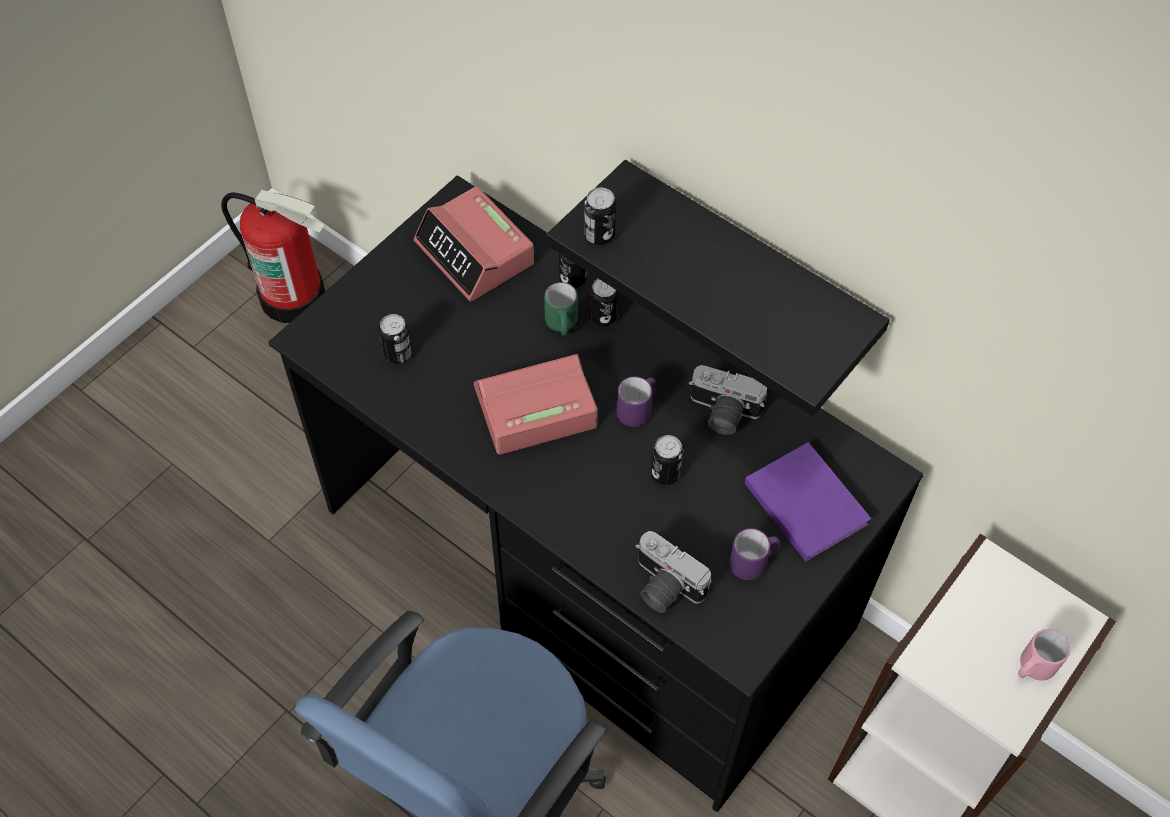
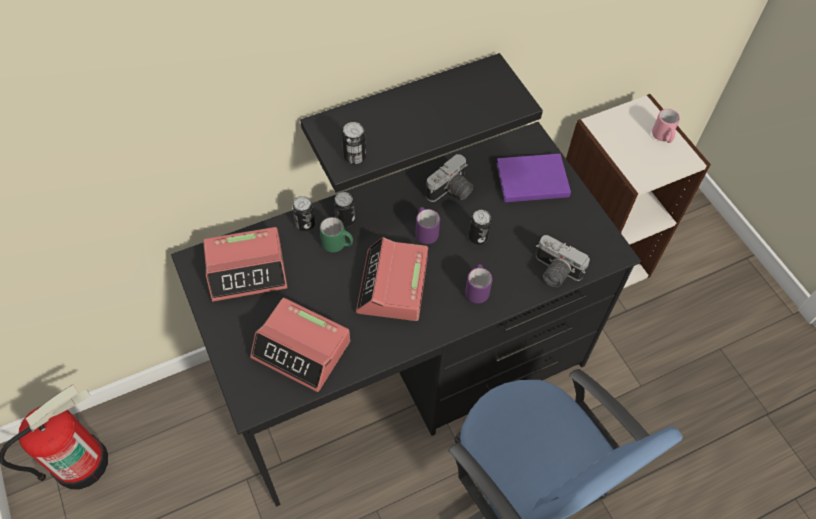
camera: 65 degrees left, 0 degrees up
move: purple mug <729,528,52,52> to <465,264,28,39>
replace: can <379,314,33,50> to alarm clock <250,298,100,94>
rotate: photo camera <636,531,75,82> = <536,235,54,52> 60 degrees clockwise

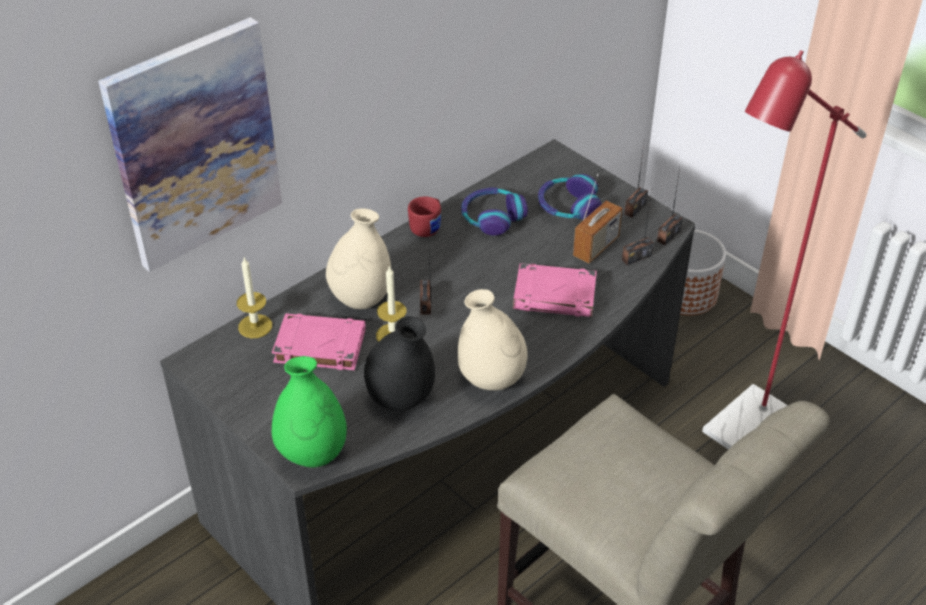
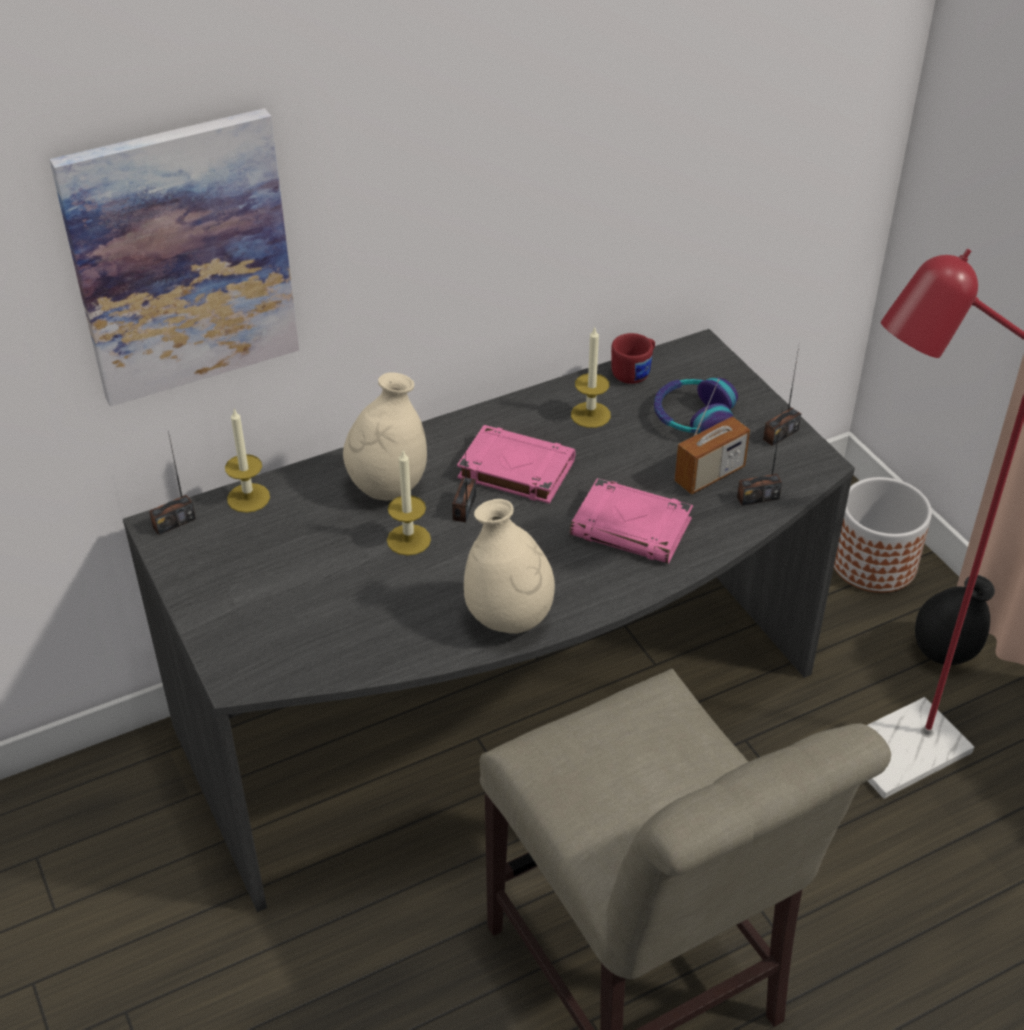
camera: 15 degrees right, 0 degrees up
delete: green vase <272,356,75,112>
move: radio <657,168,26,77> to <149,431,47,104>; pink book <272,313,94,57> to <457,425,119,79>; red mug <408,196,33,41> to <611,333,44,51>; black vase <364,316,71,95> to <915,575,80,90>
replace: headphones <461,187,67,49> to candle <571,328,40,100>

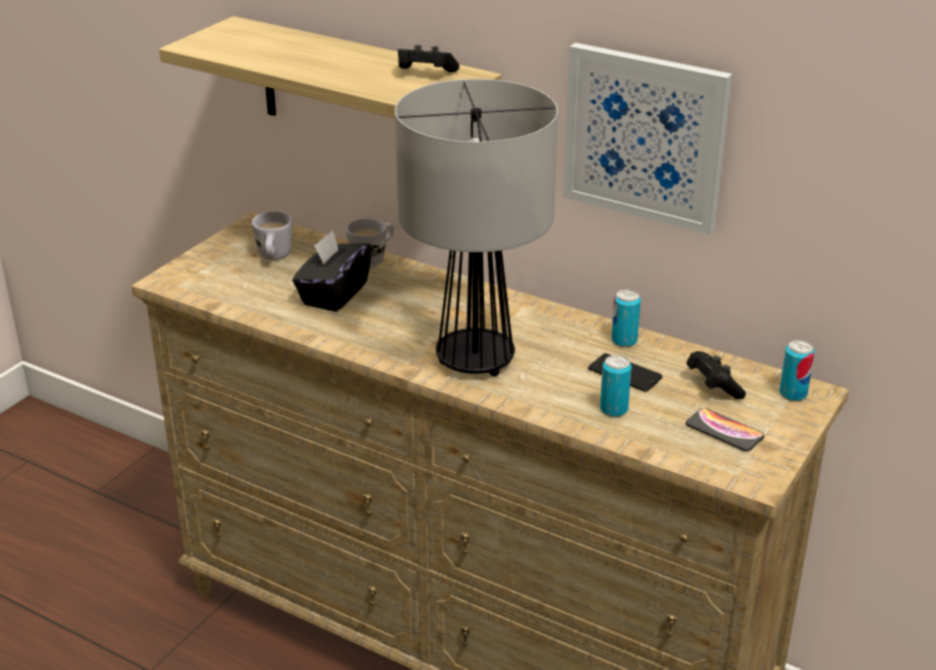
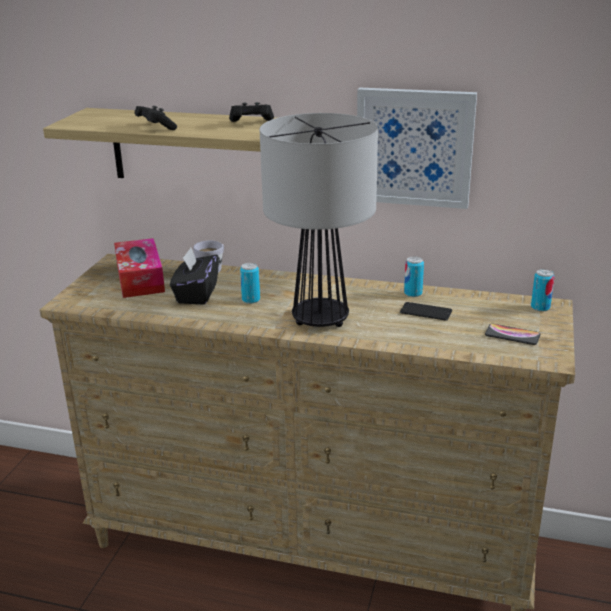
camera: 15 degrees left, 5 degrees down
move: black game controller <687,351,59,48> to <135,106,42,24>; can <600,355,32,62> to <240,263,20,41>
replace: white mug <252,211,41,49> to tissue box <114,238,51,60>

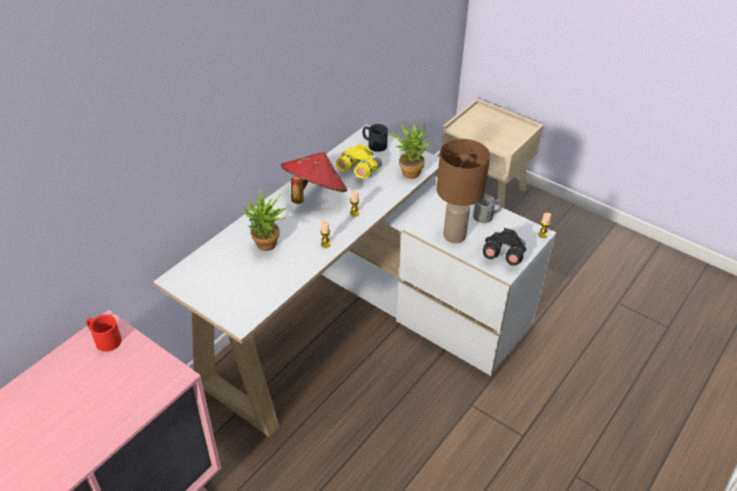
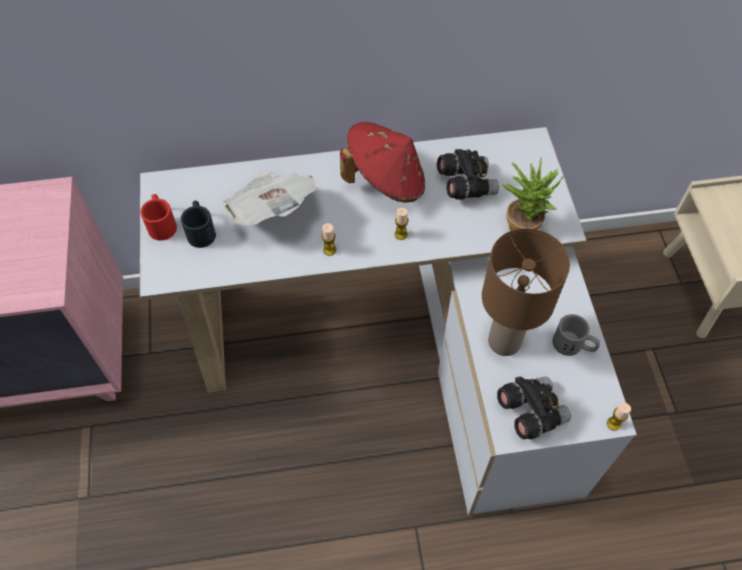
camera: 45 degrees right, 15 degrees up
move: red mug <86,315,36,37> to <140,194,37,47>; black mug <362,124,26,28> to <181,201,35,47>
replace: potted plant <242,189,44,62> to newspaper <223,171,95,55>
recolor: yellow binoculars <336,143,46,36> to black binoculars <437,149,62,51>

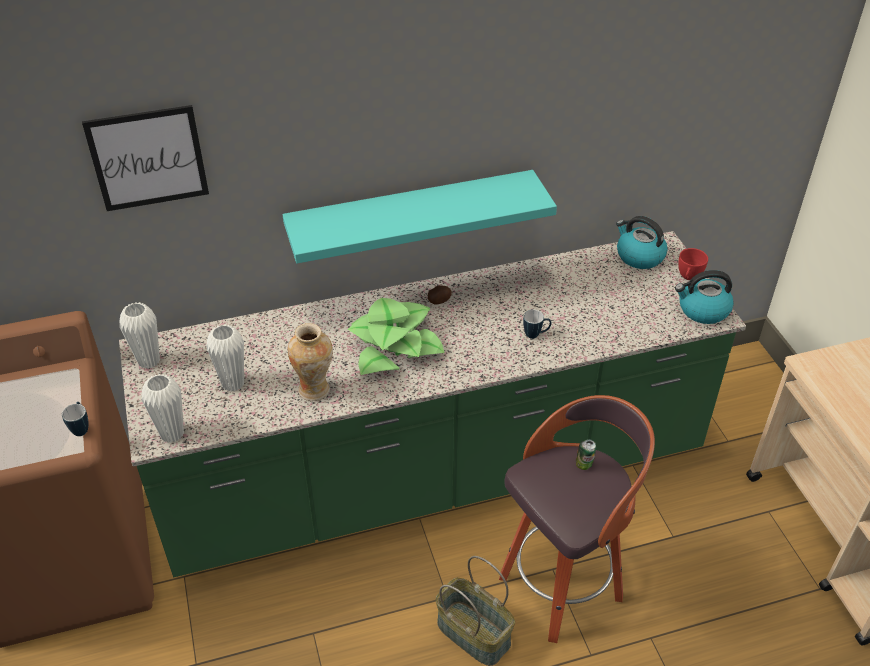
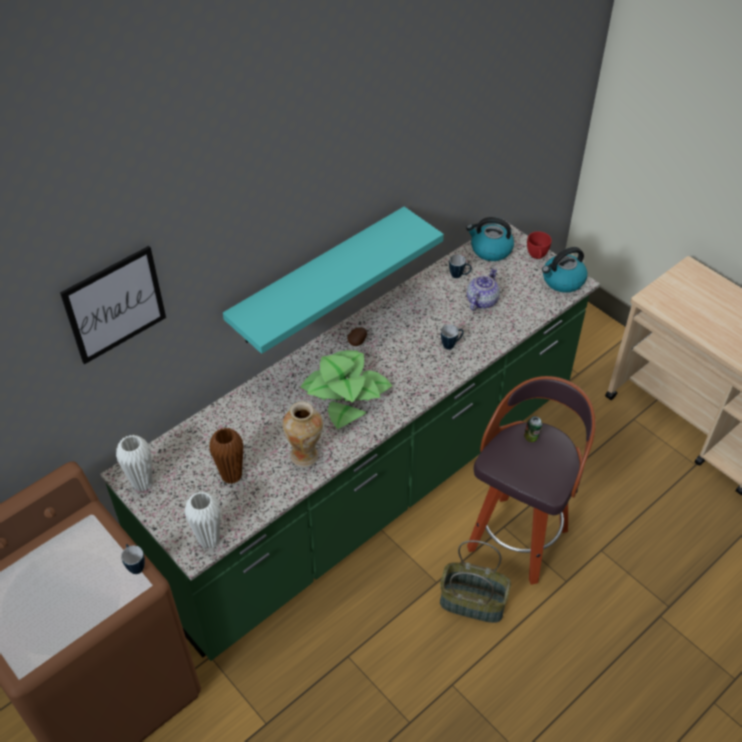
camera: 25 degrees left, 5 degrees up
insert: mug <449,255,23,23>; teapot <467,268,33,43>
recolor: white vase <206,324,38,68> to brown vase <209,428,35,56>

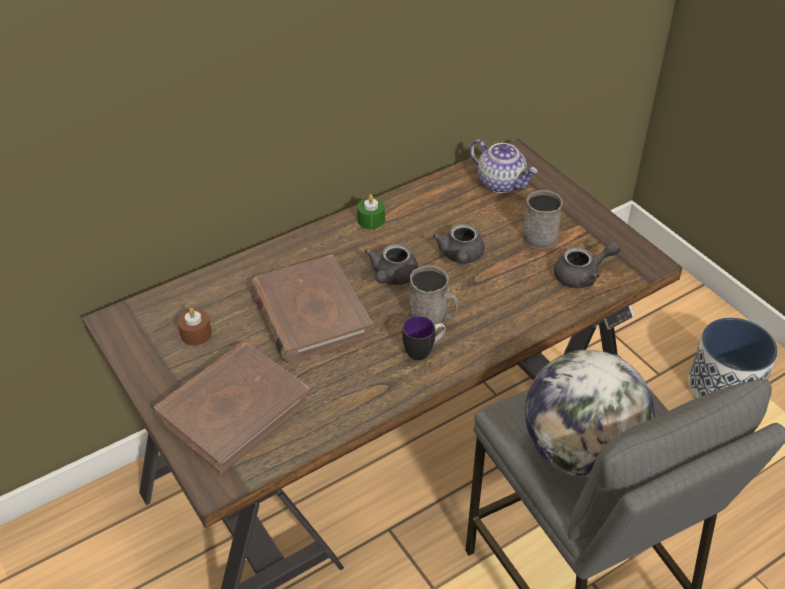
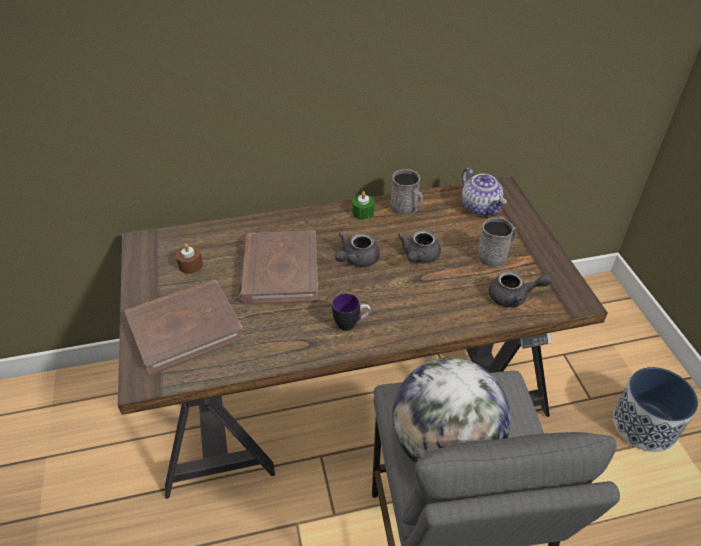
camera: 20 degrees right, 0 degrees up
move: grey mug <409,265,49,60> to <391,169,32,47>

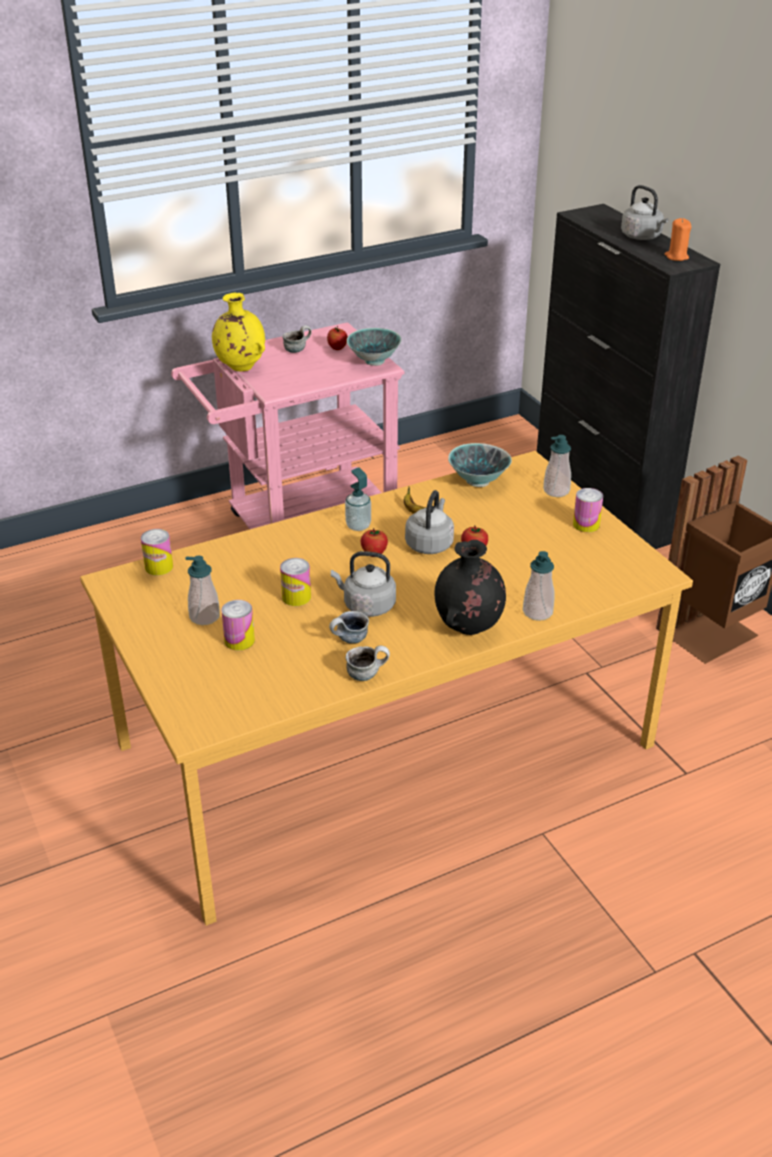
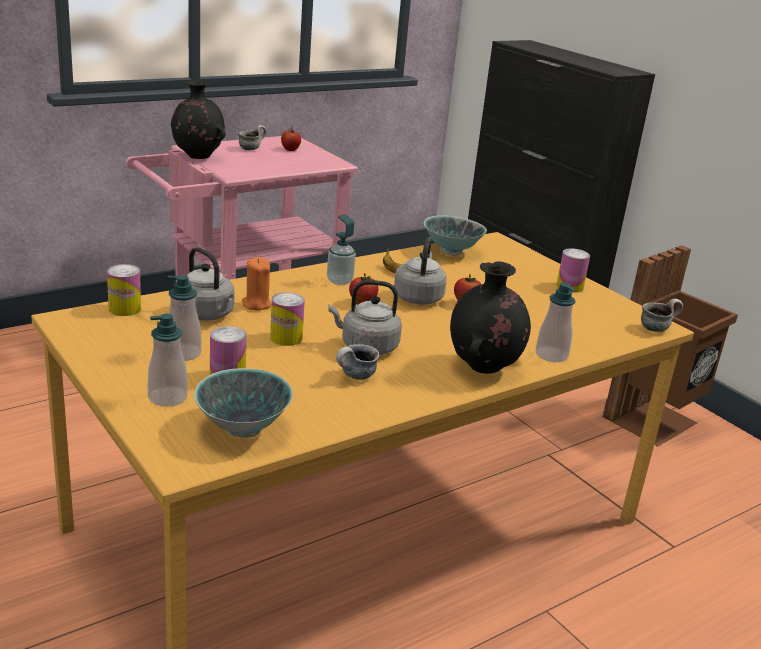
camera: 10 degrees left, 10 degrees down
move: soap dispenser <543,435,28,62> to <148,314,40,93>; grey kettle <621,185,48,55> to <187,247,47,74>; bowl <347,328,54,38> to <194,368,99,70>; orange candle <664,218,27,43> to <242,257,29,54>; mug <346,646,44,35> to <641,299,42,33>
recolor: yellow vase <212,293,53,78> to black vase <171,80,54,79>

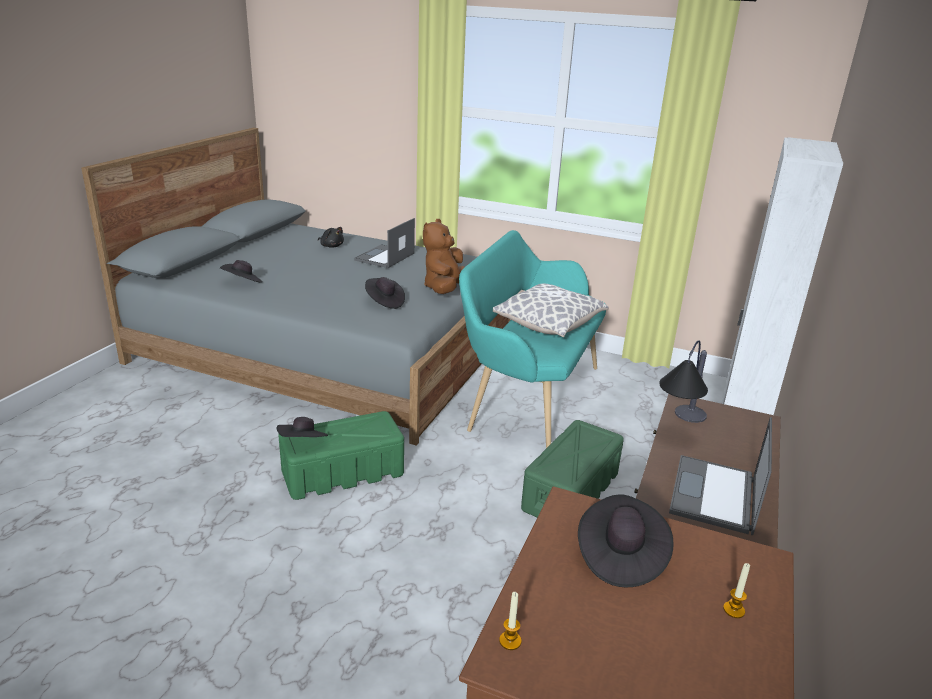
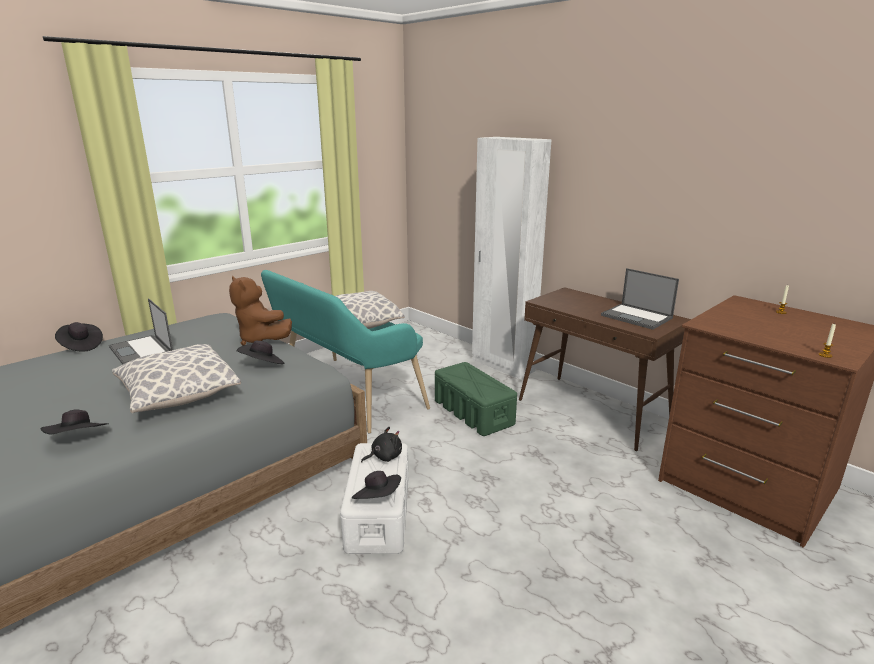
camera: 65 degrees left, 5 degrees down
delete: table lamp <659,340,49,83>
insert: pillow <112,344,129,69>
move: black hat <578,494,95,93> to <55,322,48,29>; black plush toy <318,227,26,21> to <361,427,41,36>
recolor: green storage box <278,411,126,89> to white storage box <340,443,69,111>

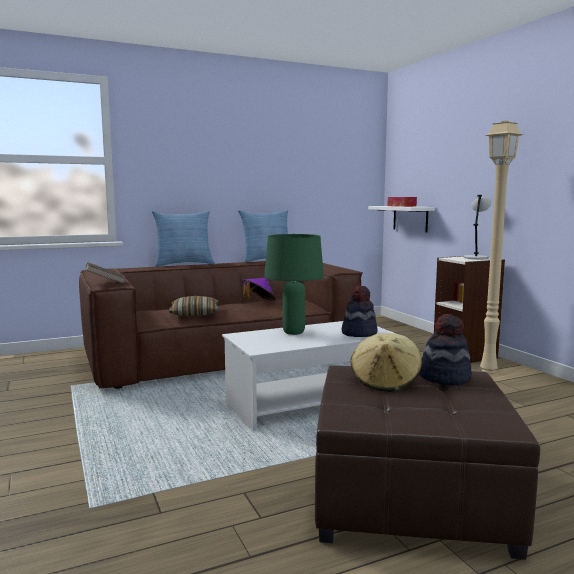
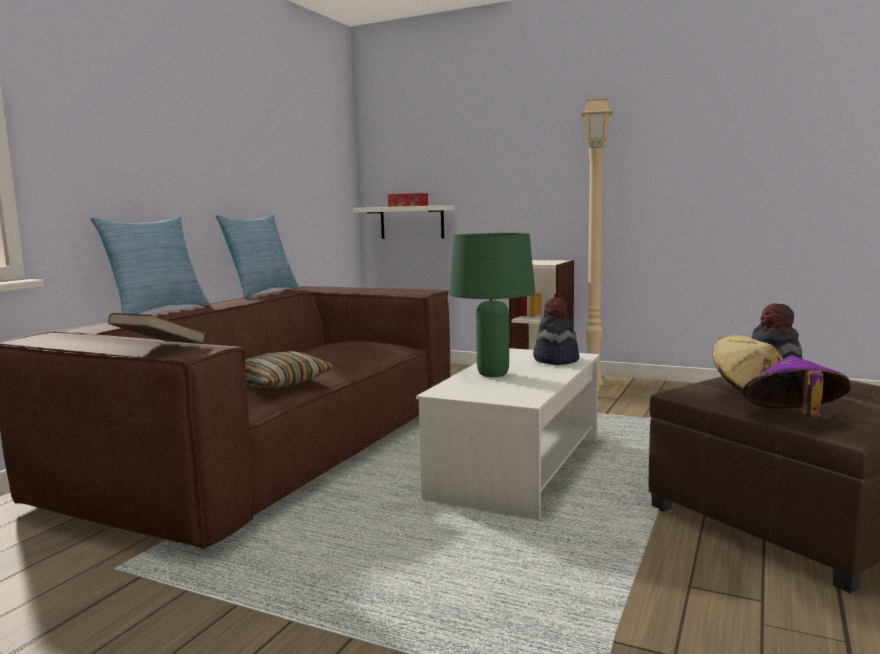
camera: 40 degrees left, 0 degrees up
delete: grey table lamp <464,195,27,64>
move: purple hat <242,278,34,23> to <743,355,108,62>

